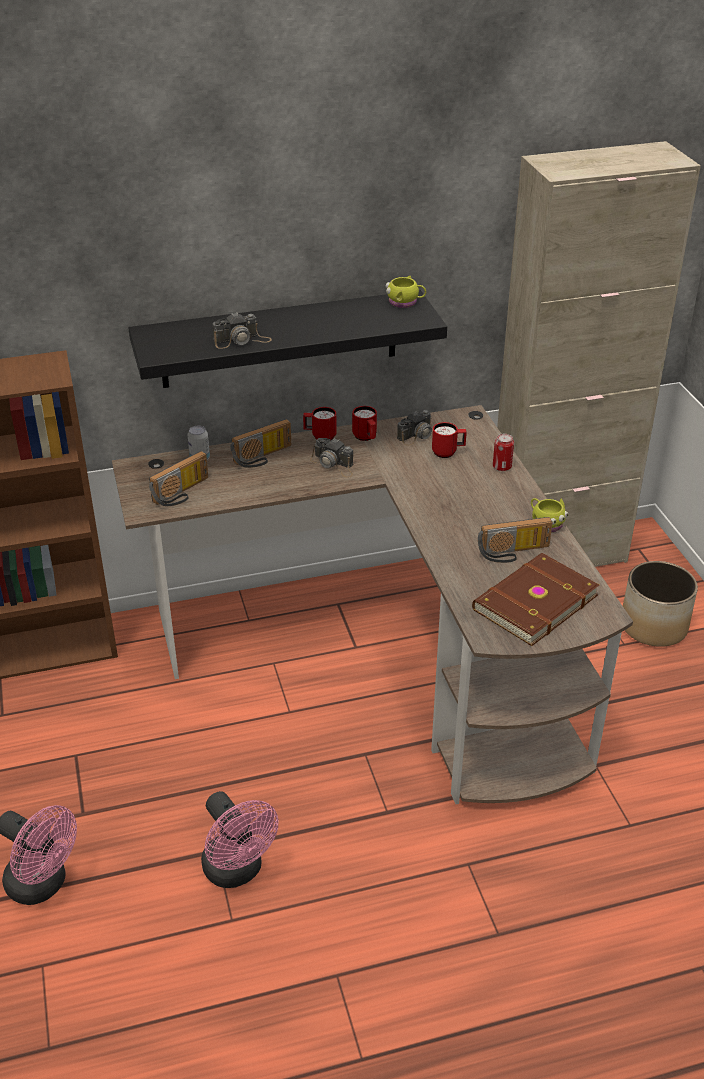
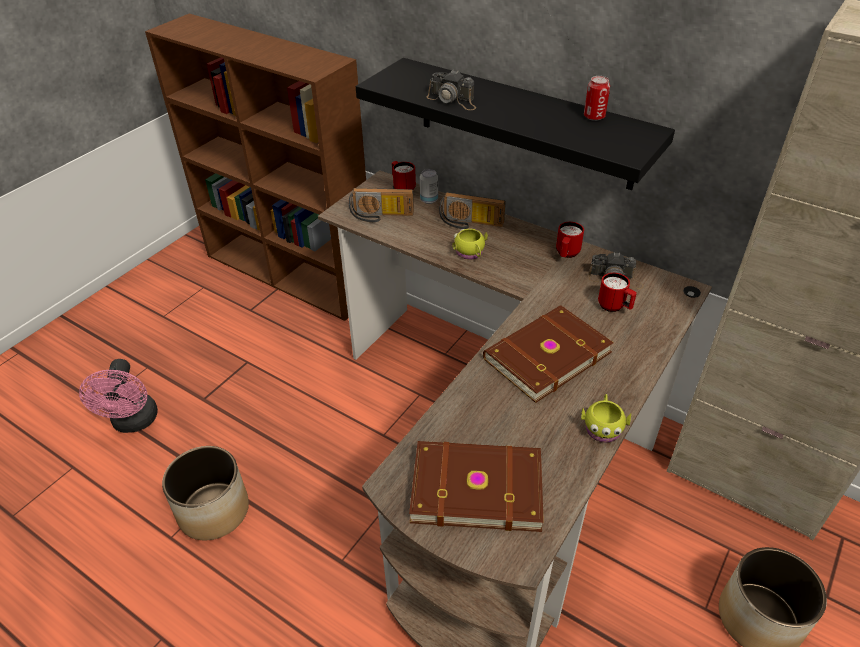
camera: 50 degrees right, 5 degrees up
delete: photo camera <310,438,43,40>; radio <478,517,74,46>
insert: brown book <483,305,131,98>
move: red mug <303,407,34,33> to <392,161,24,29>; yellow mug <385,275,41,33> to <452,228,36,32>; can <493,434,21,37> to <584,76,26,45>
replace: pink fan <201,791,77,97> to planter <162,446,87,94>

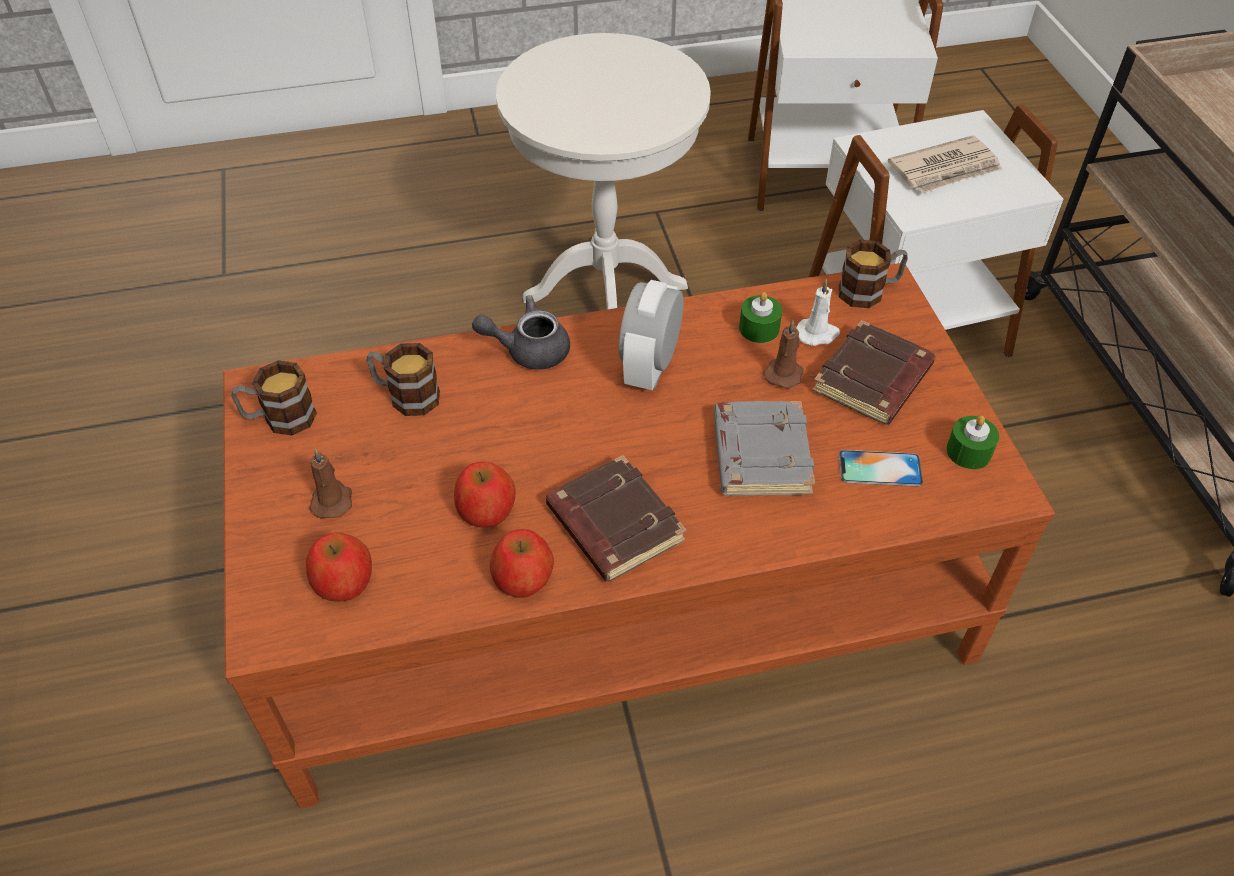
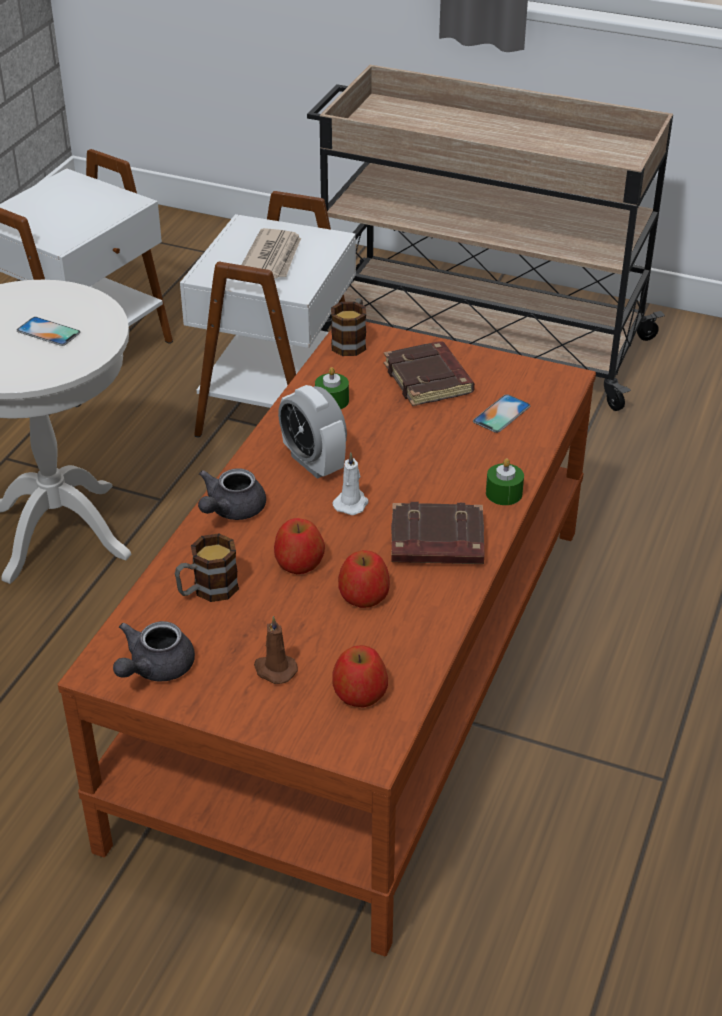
camera: 55 degrees left, 10 degrees down
delete: grey book <714,401,101,95>; brown candle <763,320,41,69>
insert: phone <17,317,64,29>
move: apple <490,529,64,69> to <274,518,51,56>; white candle <796,279,44,67> to <333,452,36,63>; green candle <946,416,53,53> to <486,458,38,47>
replace: mug <232,360,85,76> to grey teapot <113,621,82,61>

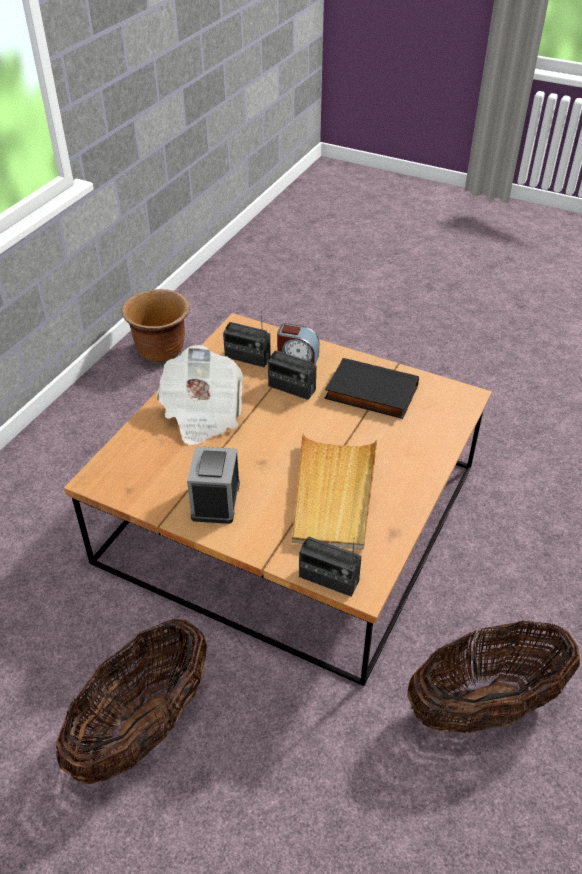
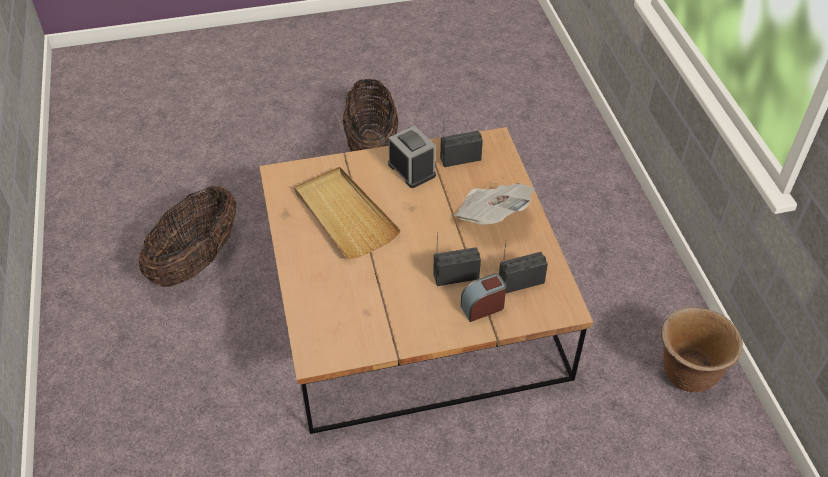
camera: 140 degrees right, 5 degrees up
delete: black book <325,358,94,61>
move: radio <299,537,63,60> to <440,114,43,53>

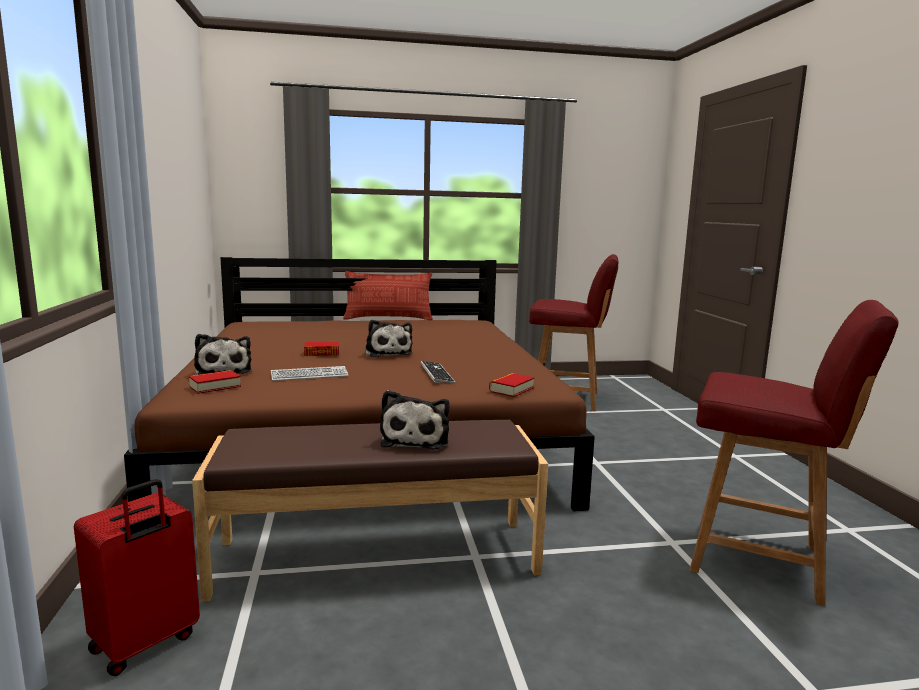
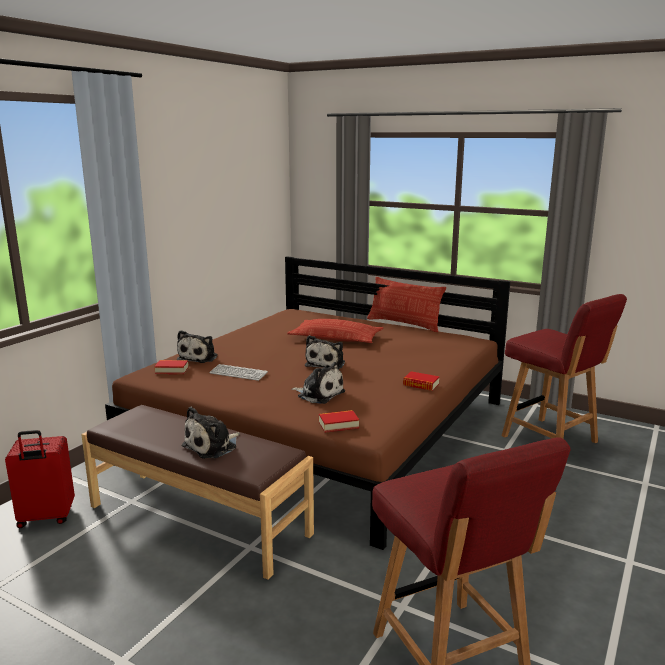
camera: 40 degrees right, 5 degrees up
insert: pillow <287,319,96,24>
move: book <304,341,35,15> to <403,371,37,20>
replace: keyboard <421,361,34,23> to plush toy <292,362,53,42>

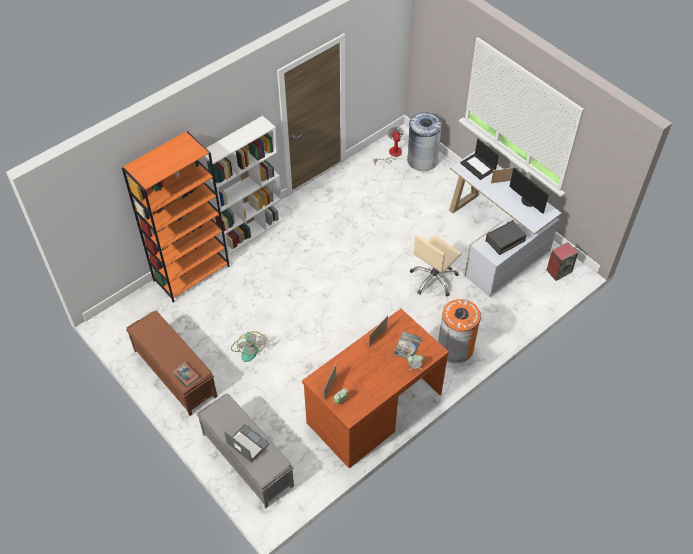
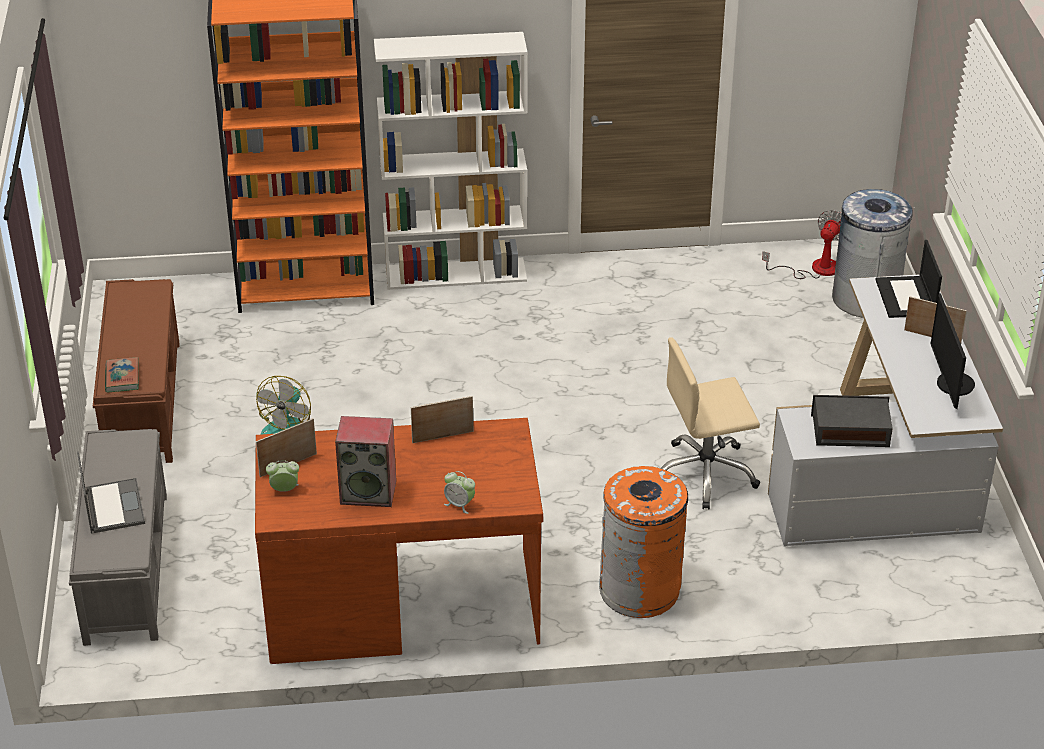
camera: 35 degrees right, 15 degrees down
delete: book <393,331,29,28>
move: speaker <546,242,32,39> to <335,416,61,91>

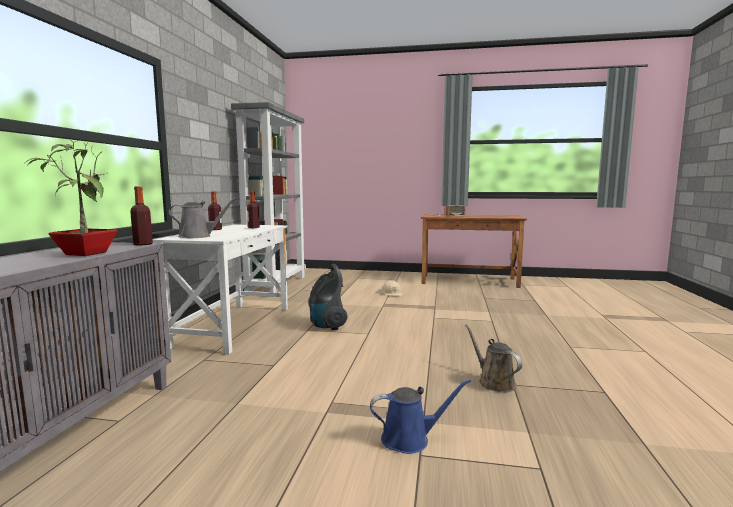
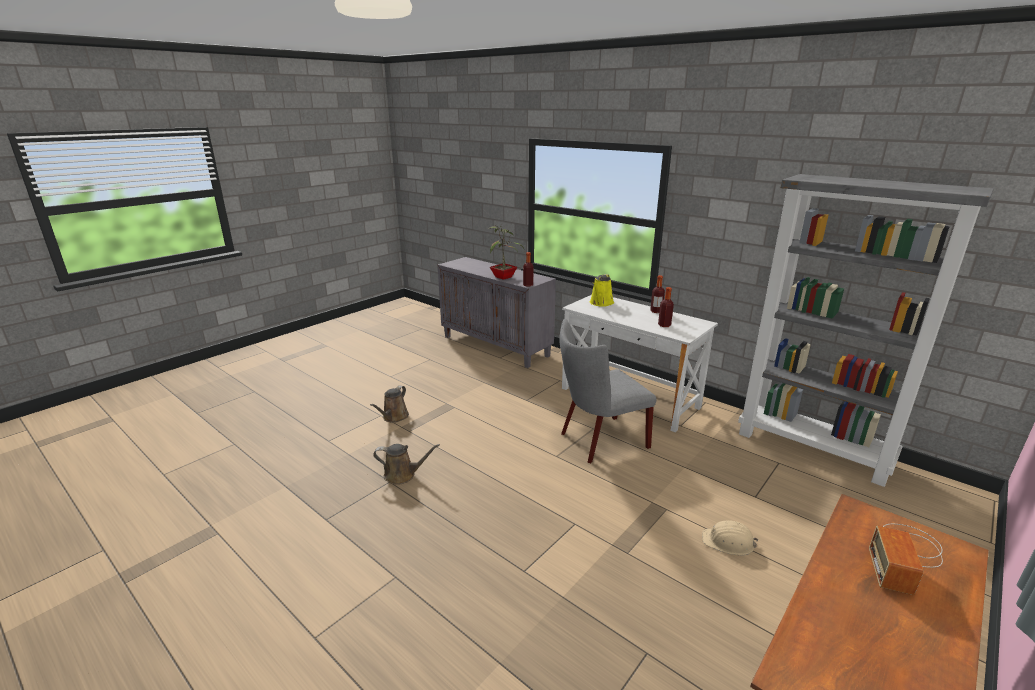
camera: 120 degrees right, 15 degrees up
replace: vacuum cleaner <308,264,39,66> to grey chair <559,319,98,144>
recolor: blue watering can <370,379,101,75> to brown watering can <370,386,39,37>; grey watering can <168,198,69,40> to yellow watering can <590,274,24,33>

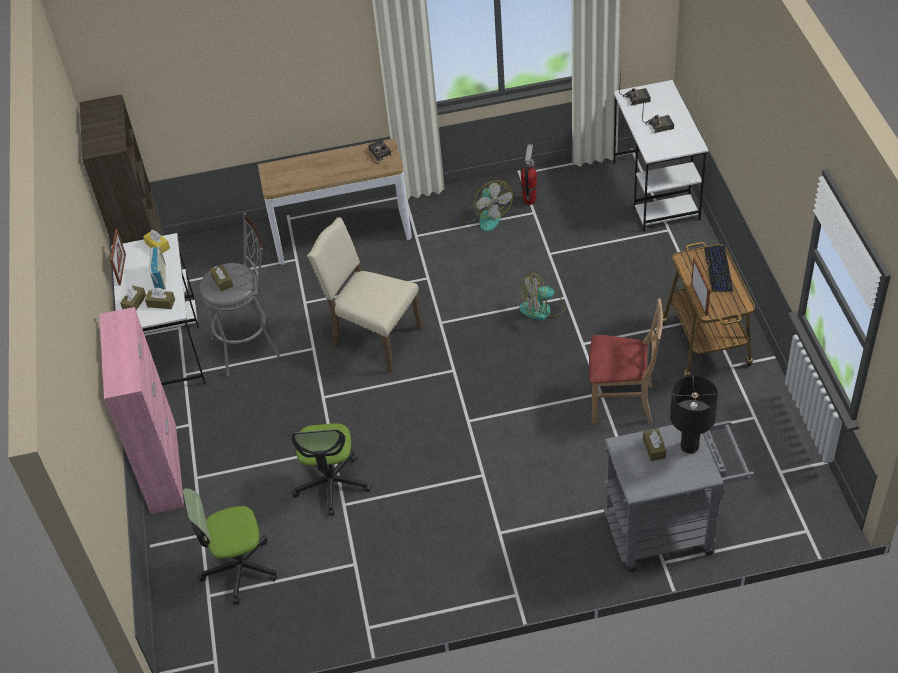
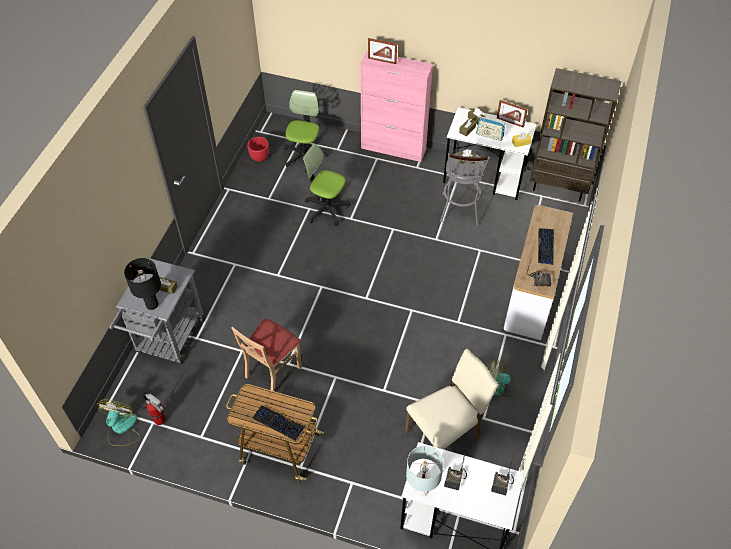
camera: 115 degrees right, 5 degrees up
insert: red planter <247,137,22,25>; grey table lamp <406,445,38,52>; keyboard <538,228,16,36>
move: fan <519,272,47,48> to <97,400,43,46>; fire extinguisher <521,144,17,61> to <143,392,22,33>; picture frame <691,258,19,58> to <368,38,29,26>; beige chair <307,217,116,156> to <405,349,94,100>

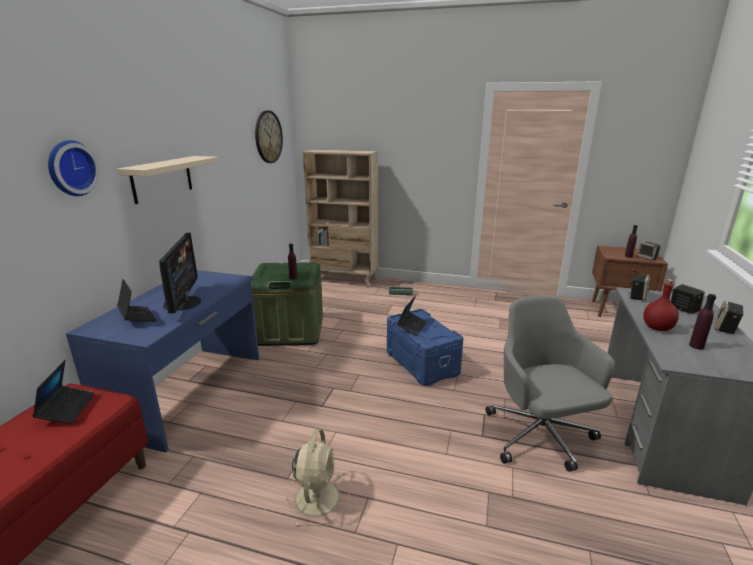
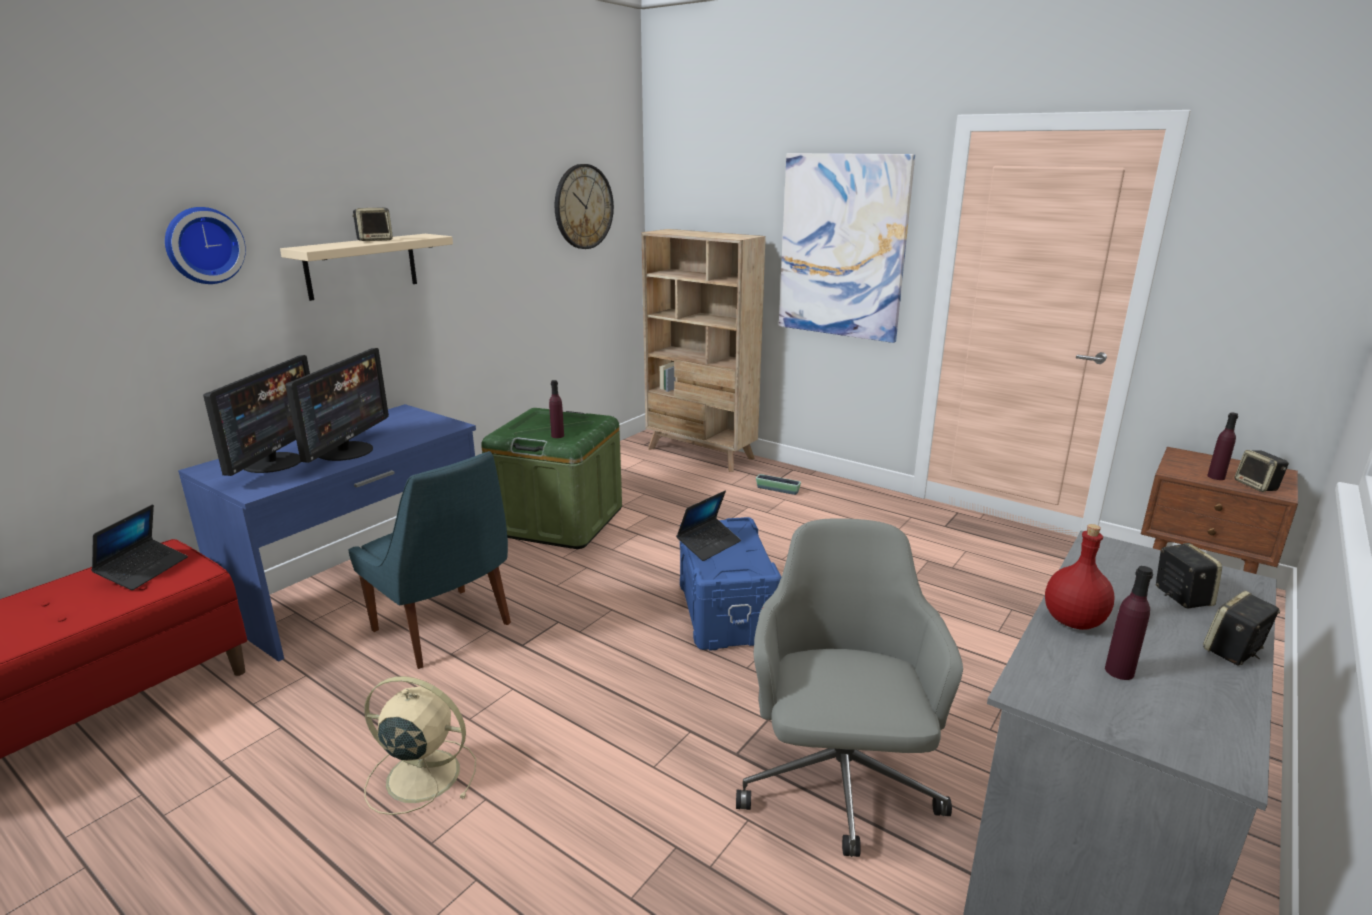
camera: 20 degrees right, 0 degrees up
insert: blue chair <348,451,163,218>; picture <779,153,136,190>
move: speaker <628,274,23,27> to <352,208,41,33>
replace: laptop <117,279,40,43> to monitor <203,355,107,121>
rotate: beige fan <286,429,64,98> = <364,676,112,139> 105 degrees counterclockwise

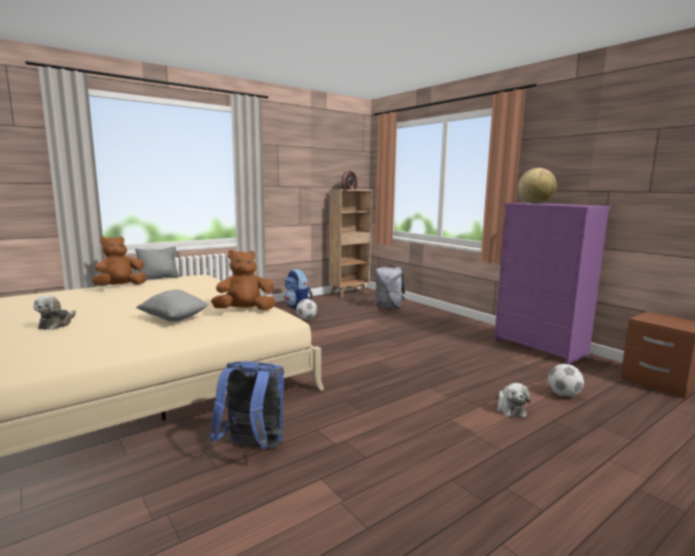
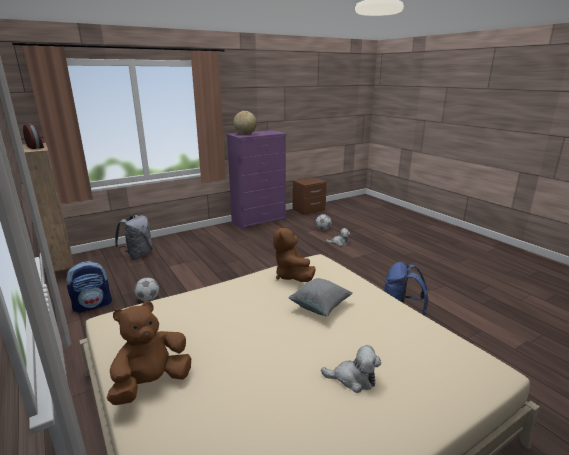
camera: 85 degrees left, 10 degrees up
delete: grey pillow <135,246,44,34>
rotate: brown plush toy <92,236,55,49> = <107,301,84,104> 90 degrees clockwise

